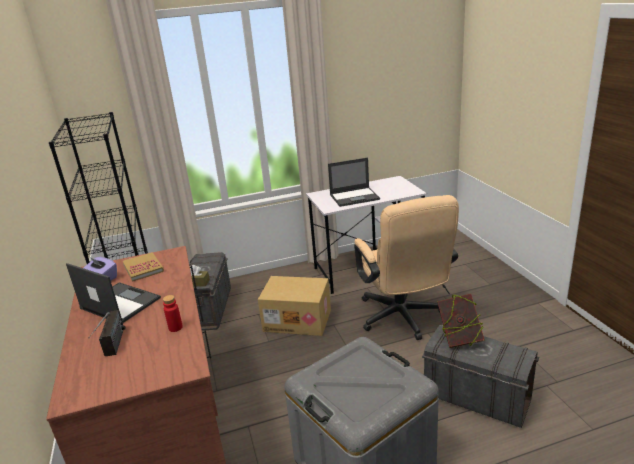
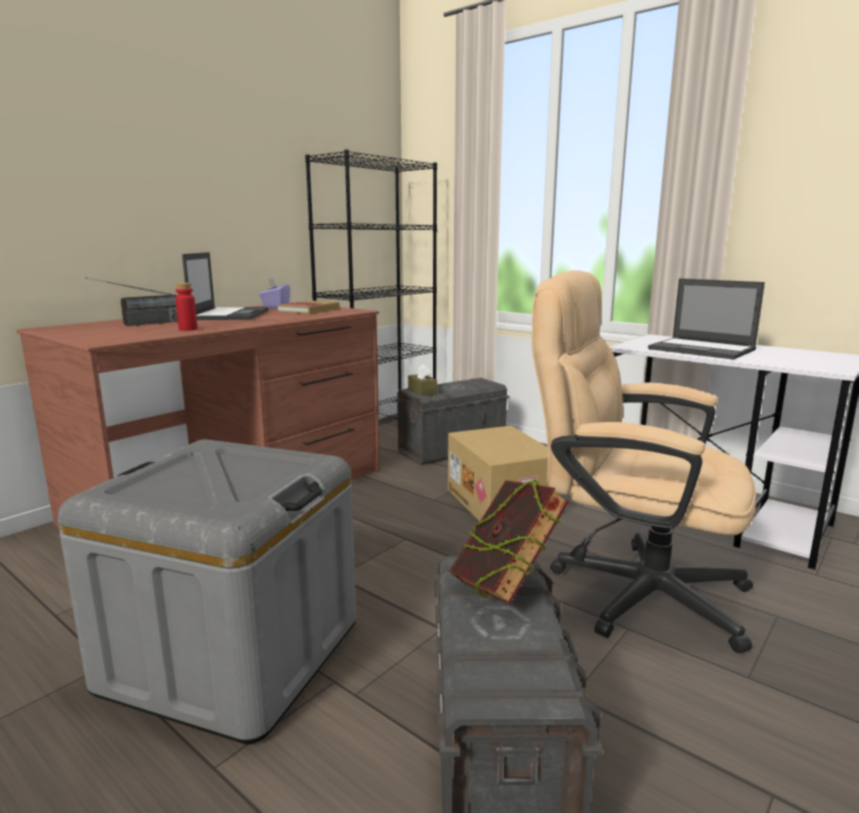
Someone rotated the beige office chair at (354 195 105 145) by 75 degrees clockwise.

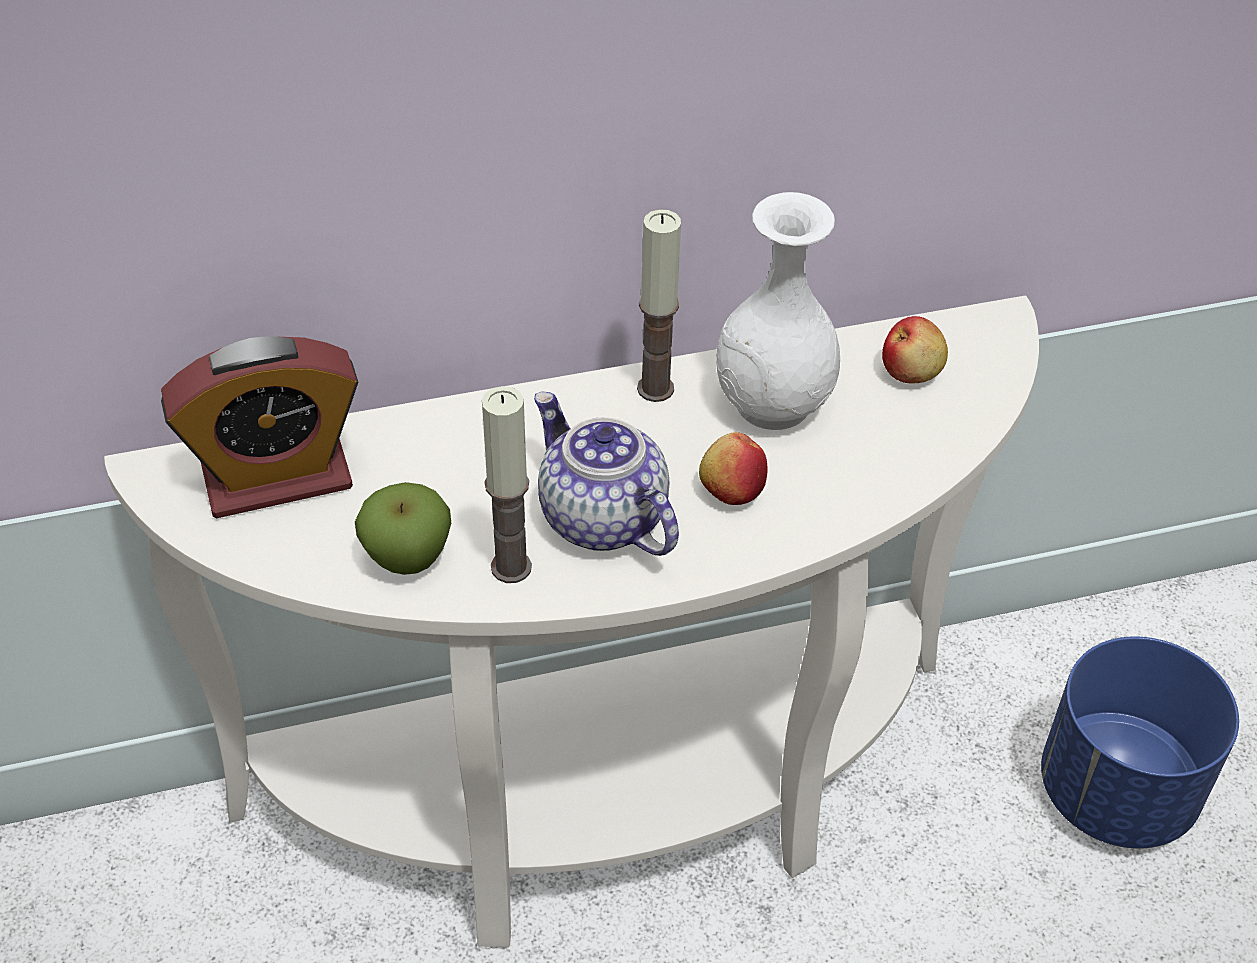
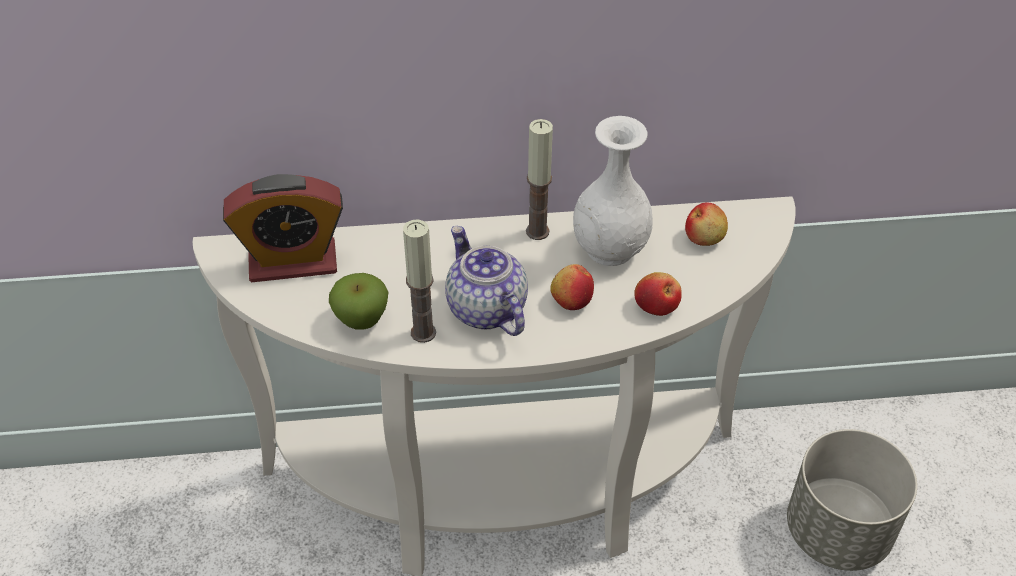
Someone repainted the blue planter at (1041 637 198 212), which became the grey planter at (787 429 130 142).
Someone put down the apple at (634 272 48 44).

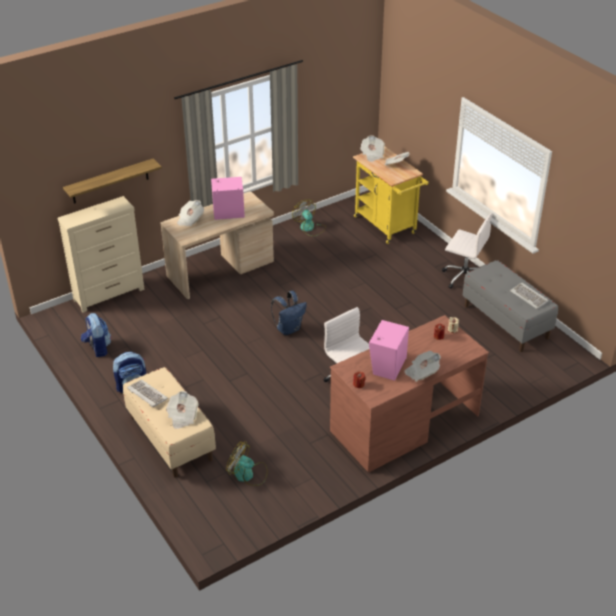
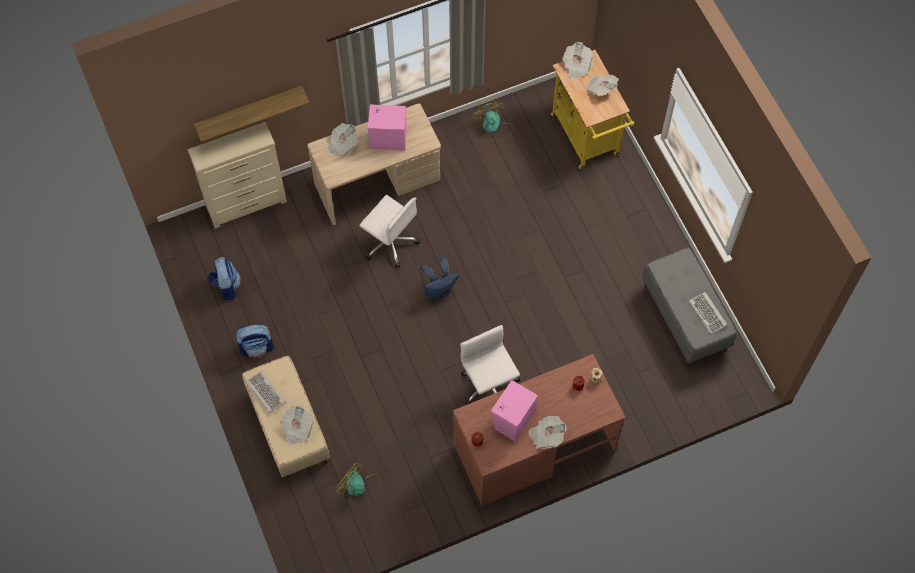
Someone carried the white office chair from (442 213 51 76) to (359 195 61 73).

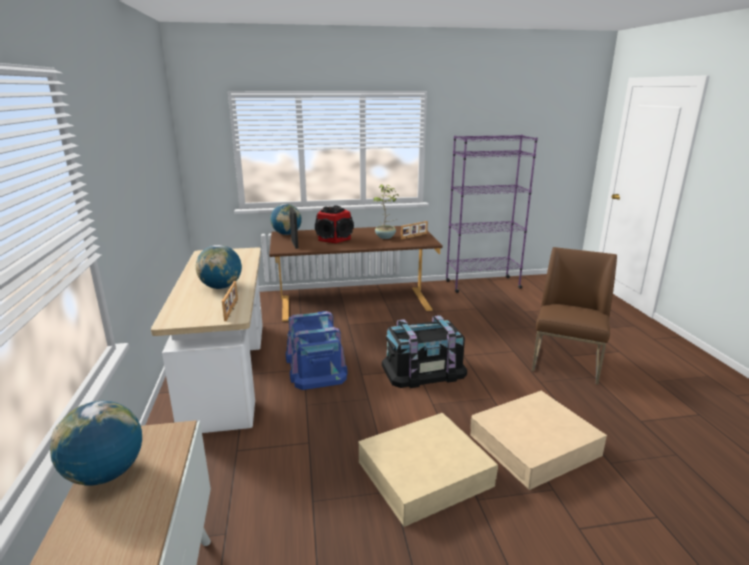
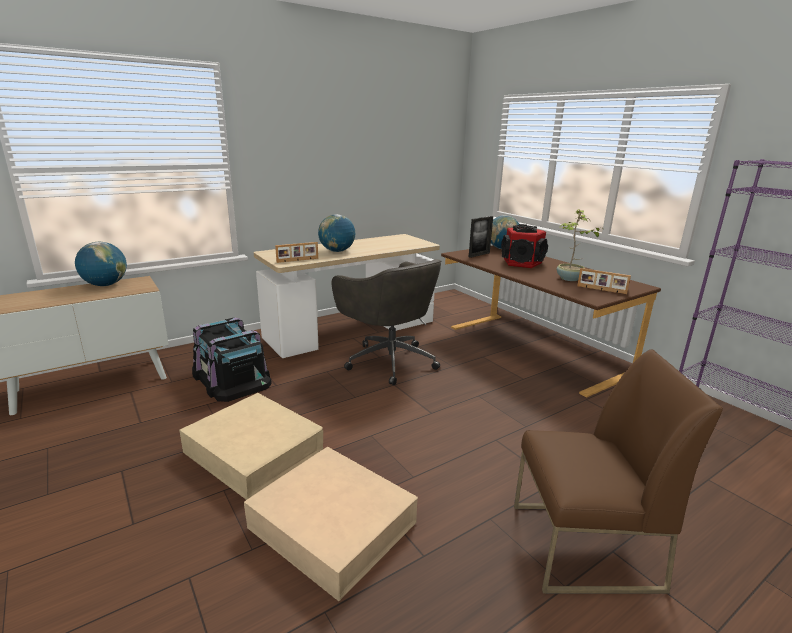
Someone swapped the blue storage box at (286 311 62 79) for the grey office chair at (332 259 109 126).
Someone carried the black storage box from (382 315 85 73) to (192 317 80 85).

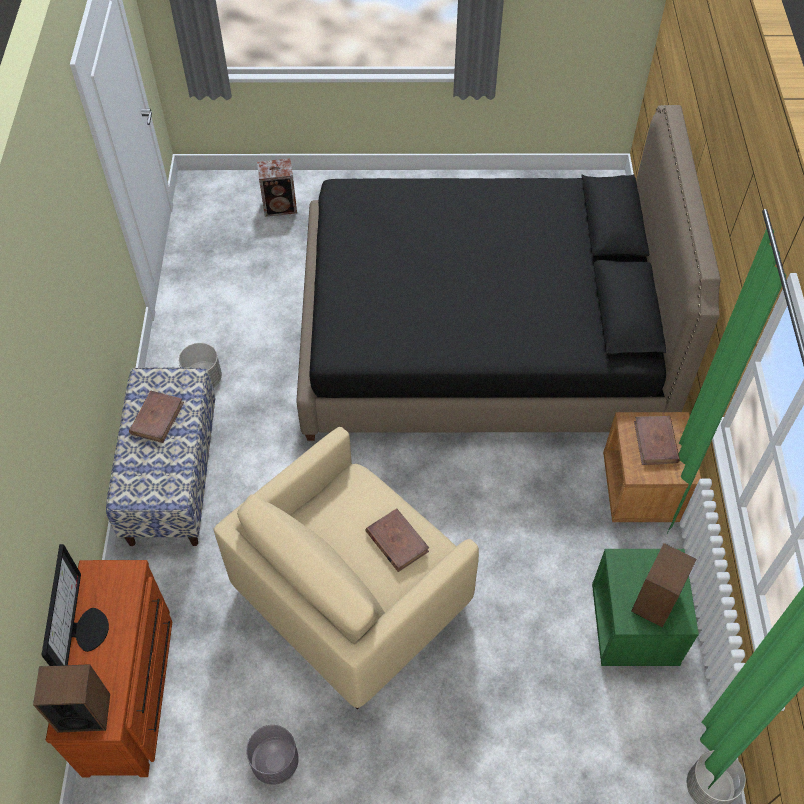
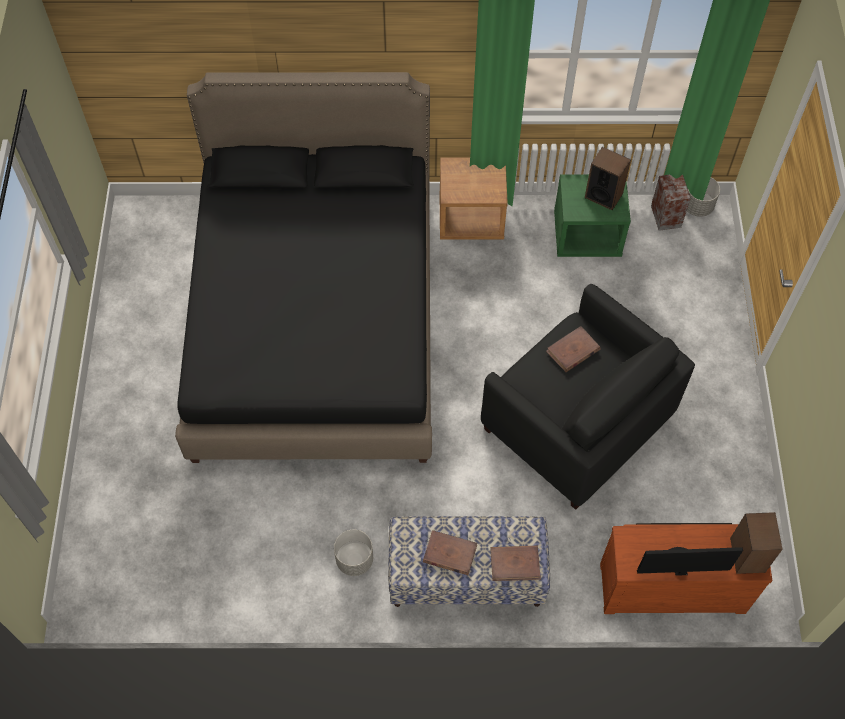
Someone repainted the beige armchair at (214 427 265 282), which became the black armchair at (481 284 214 226).
Someone took away the grey planter at (246 725 53 60).
Someone carried the speaker from (257 158 40 59) to (651 174 40 57).
Someone carried the brown book from (634 416 46 49) to (490 546 51 35).

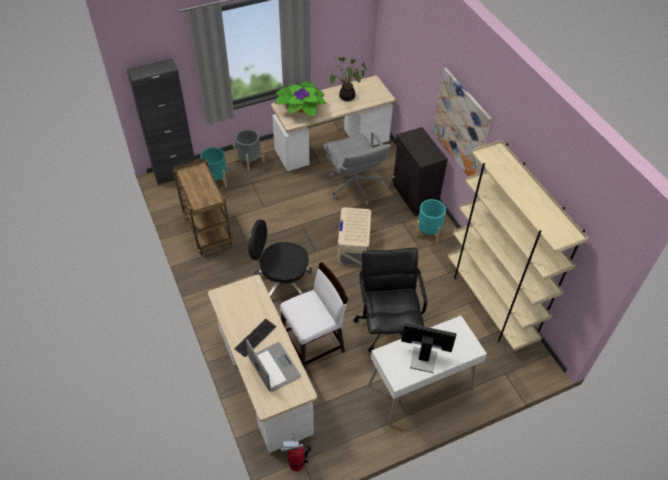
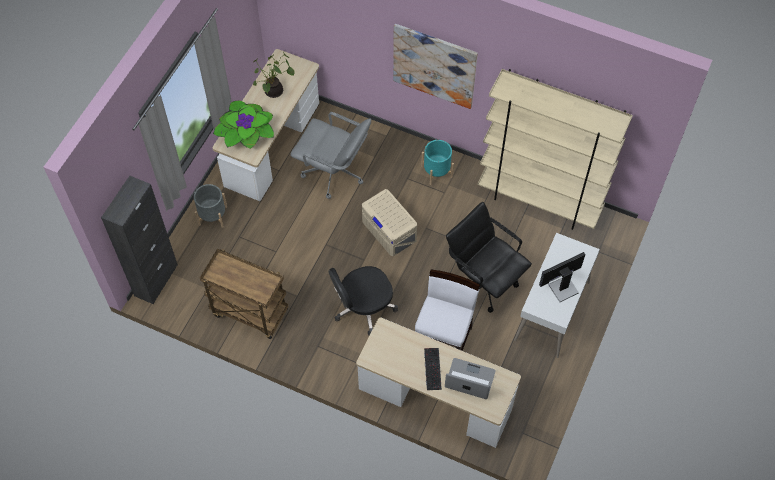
Someone took away the turquoise planter at (200 147 28 40).
Someone took away the fire extinguisher at (281 433 30 38).
Someone took away the black cabinet at (391 127 57 89).

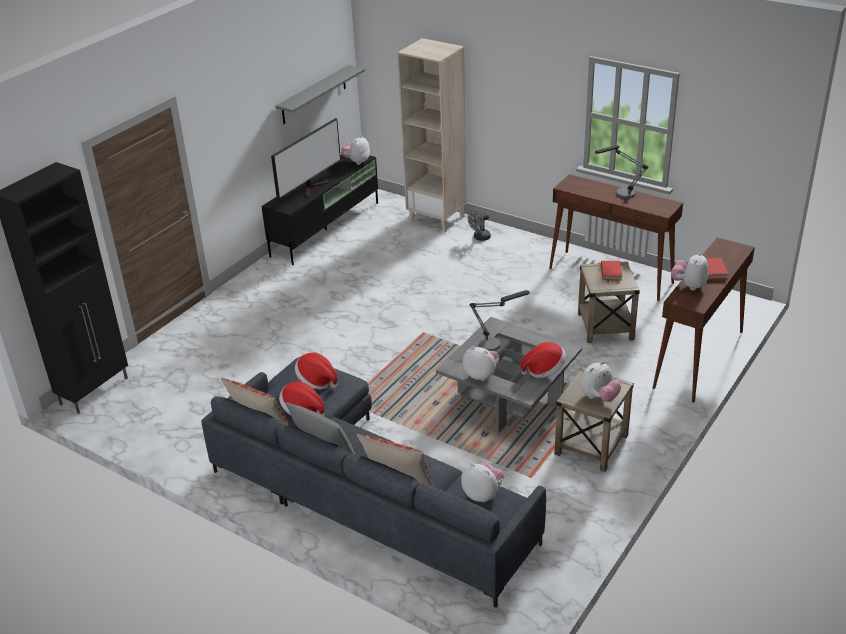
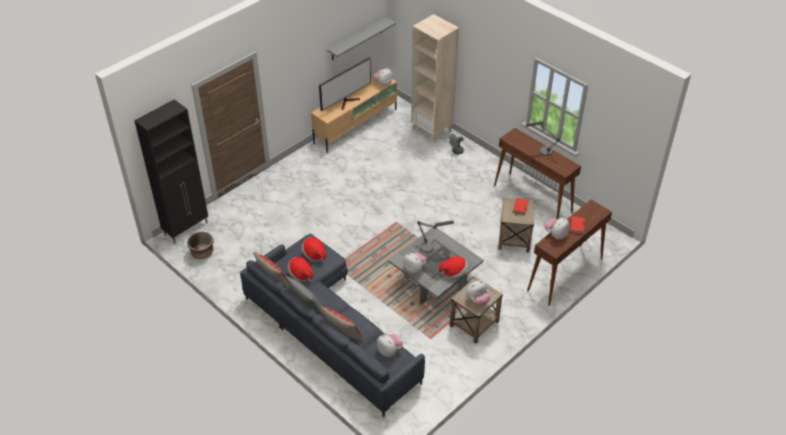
Someone repainted the black tv stand at (262 154 116 111), which became the beige tv stand at (311 76 86 77).
Someone put down the brown planter at (187 232 27 27).

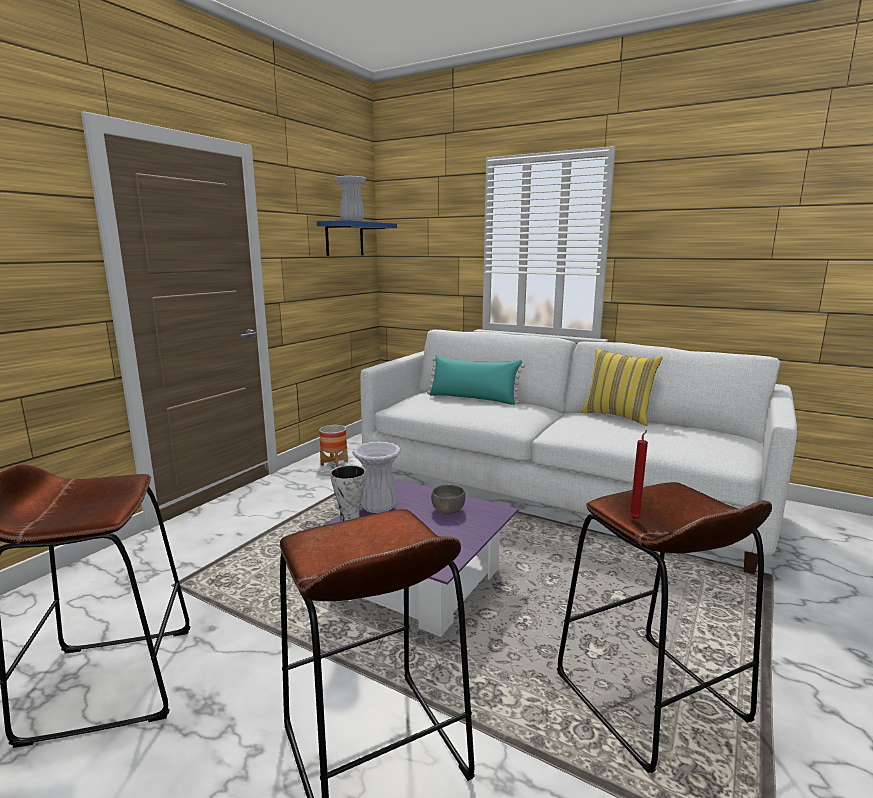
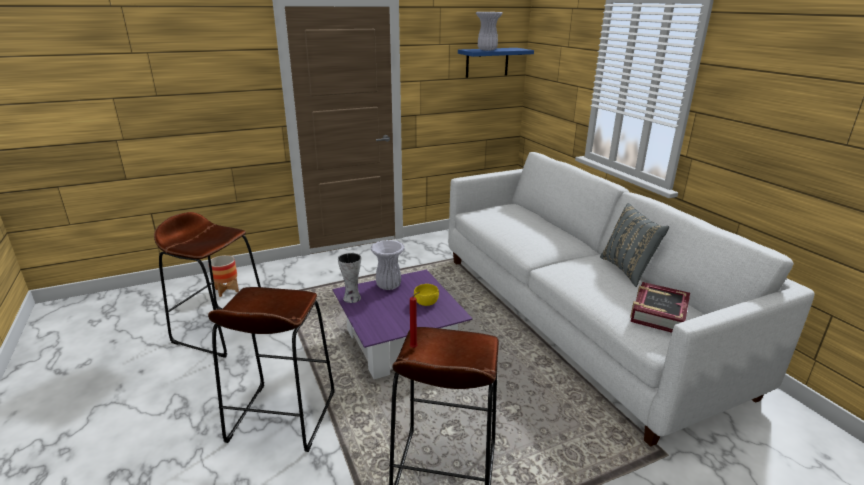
Someone carried the planter from (319 425 29 42) to (208 255 31 42).
Someone took away the turquoise pillow at (427 355 98 50).
Someone repainted the grey bowl at (431 485 34 29), which became the yellow bowl at (414 284 25 22).
Someone repainted the yellow pillow at (581 349 82 77), which became the grey pillow at (600 203 69 84).
Someone put down the book at (630 282 60 51).

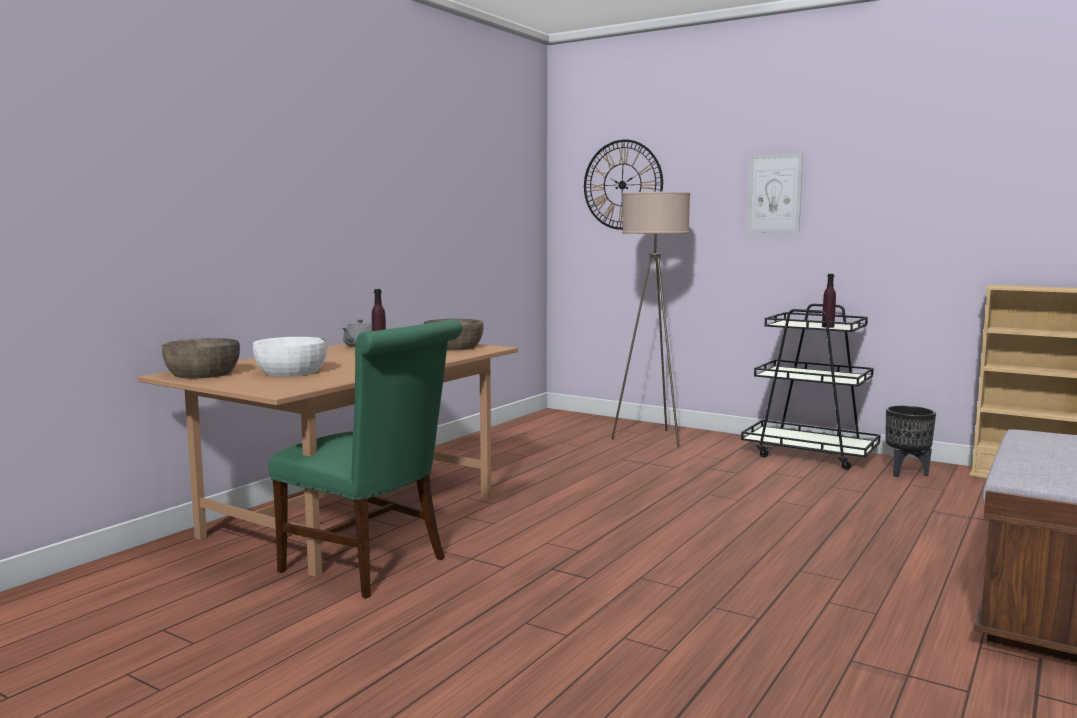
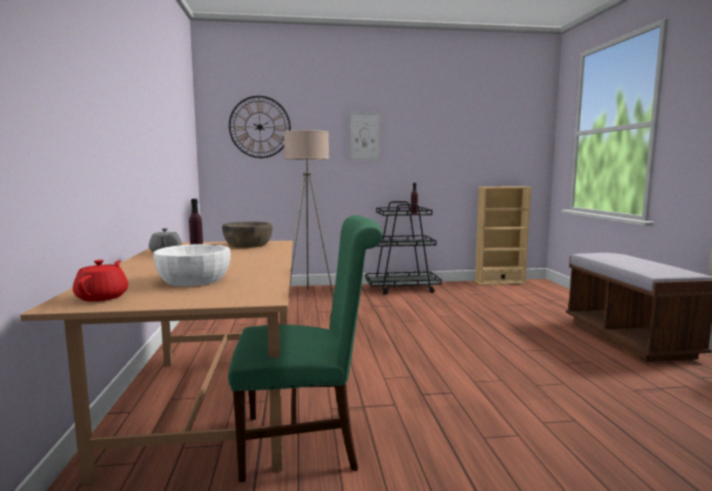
Someone swapped the brown bowl at (162 338 78 41) for the red teapot at (73 260 55 42).
Someone took away the black planter at (885 406 51 71).

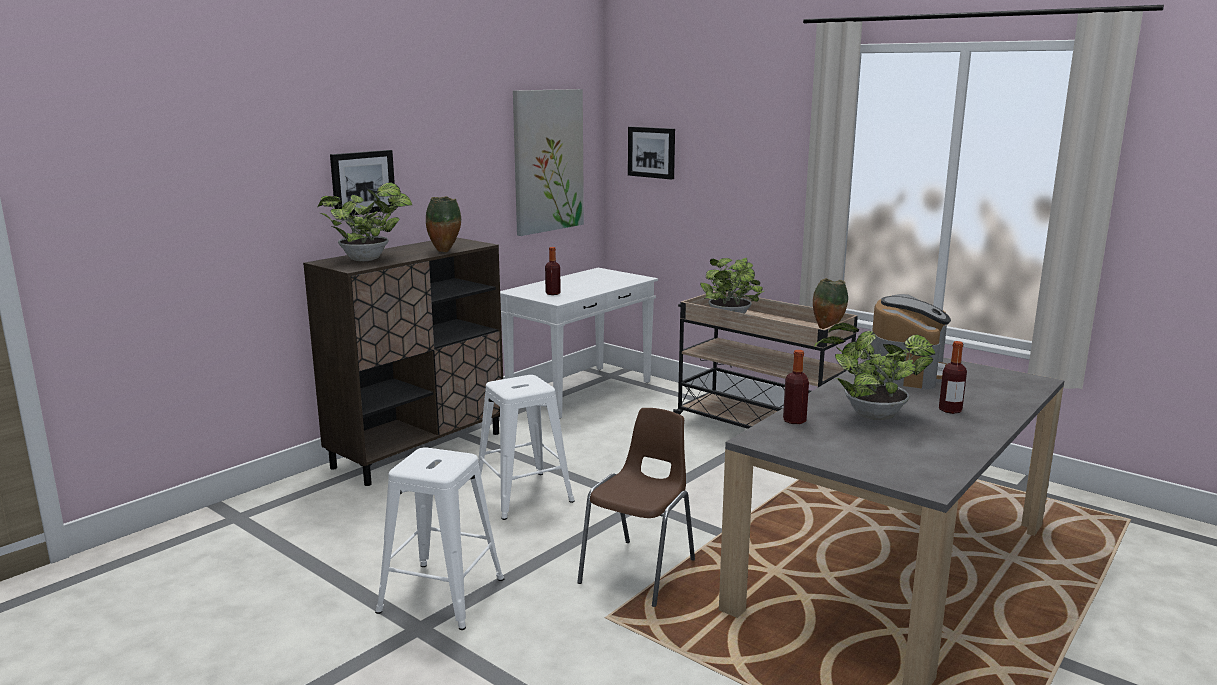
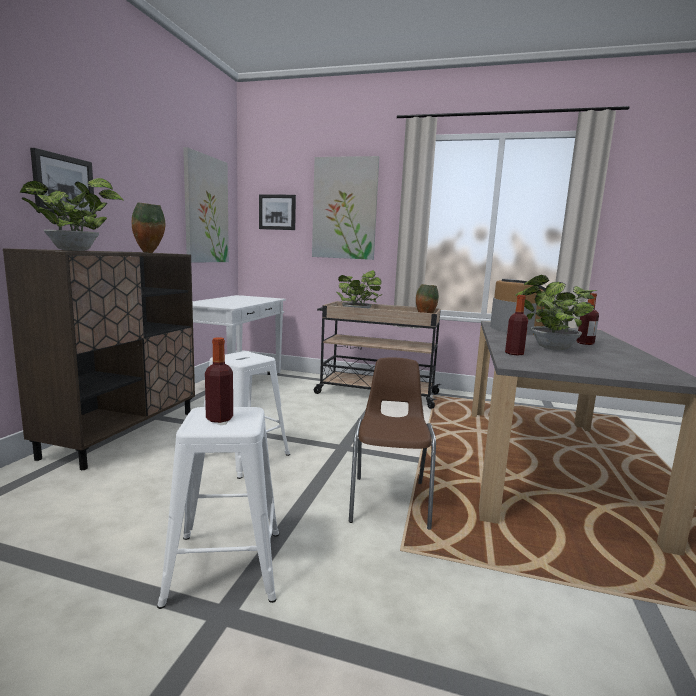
Someone carried the bottle from (545 247 16 48) to (205 337 28 86).
Someone put up the picture at (312 156 67 104).

